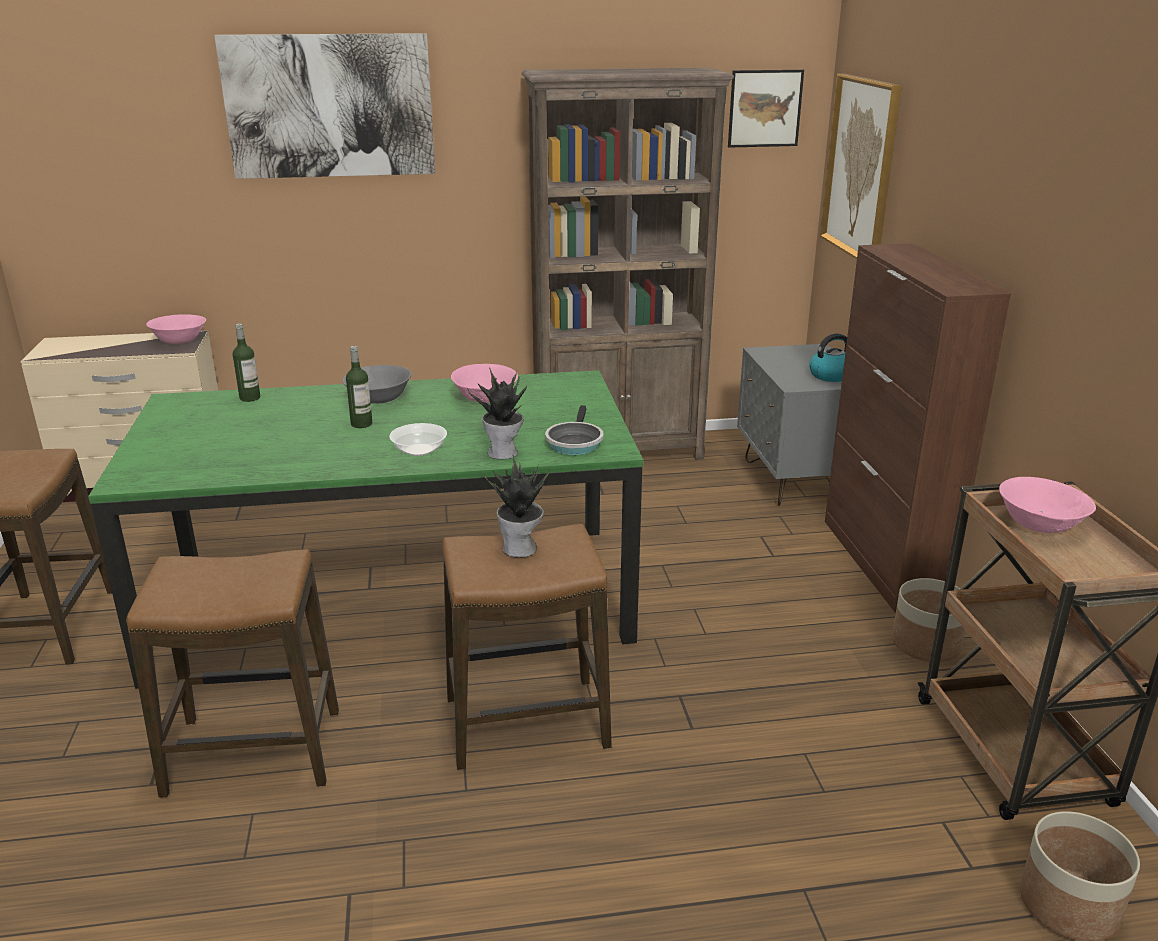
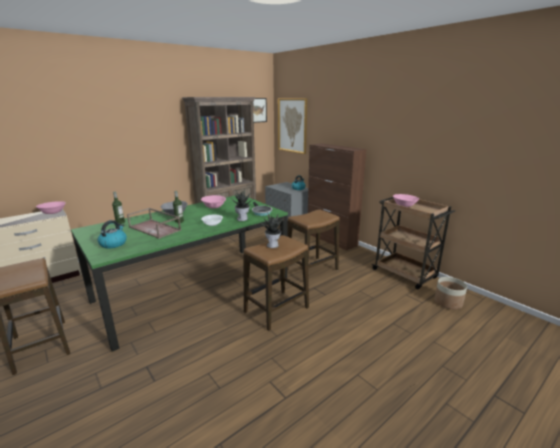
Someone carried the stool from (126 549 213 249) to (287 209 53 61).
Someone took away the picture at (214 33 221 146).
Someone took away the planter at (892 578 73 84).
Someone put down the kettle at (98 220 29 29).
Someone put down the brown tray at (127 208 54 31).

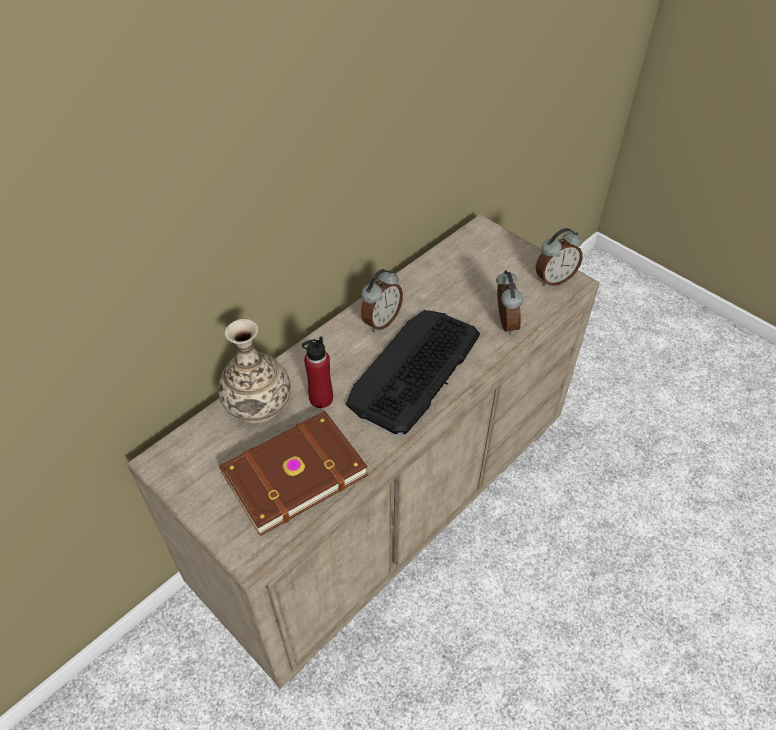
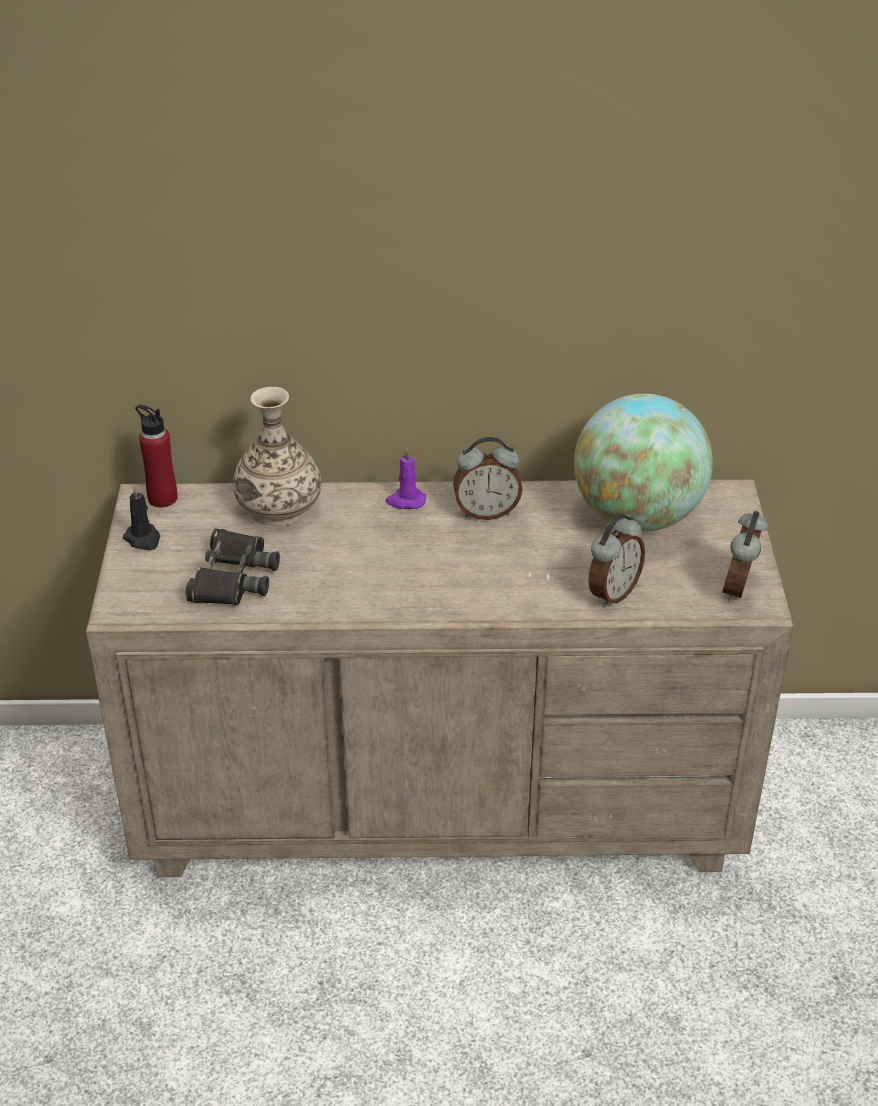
Someone swapped the brown book at (219 411 149 125) for the black binoculars at (185 529 95 76).
Someone carried the red bottle from (302 336 31 72) to (135 405 43 103).
Someone took away the keyboard at (346 310 134 124).
Someone rotated the alarm clock at (536 228 47 58) by 90 degrees clockwise.
Someone put down the black candle at (123 485 37 66).
Someone put down the purple candle at (386 448 40 61).
Someone put down the globe at (574 394 139 138).

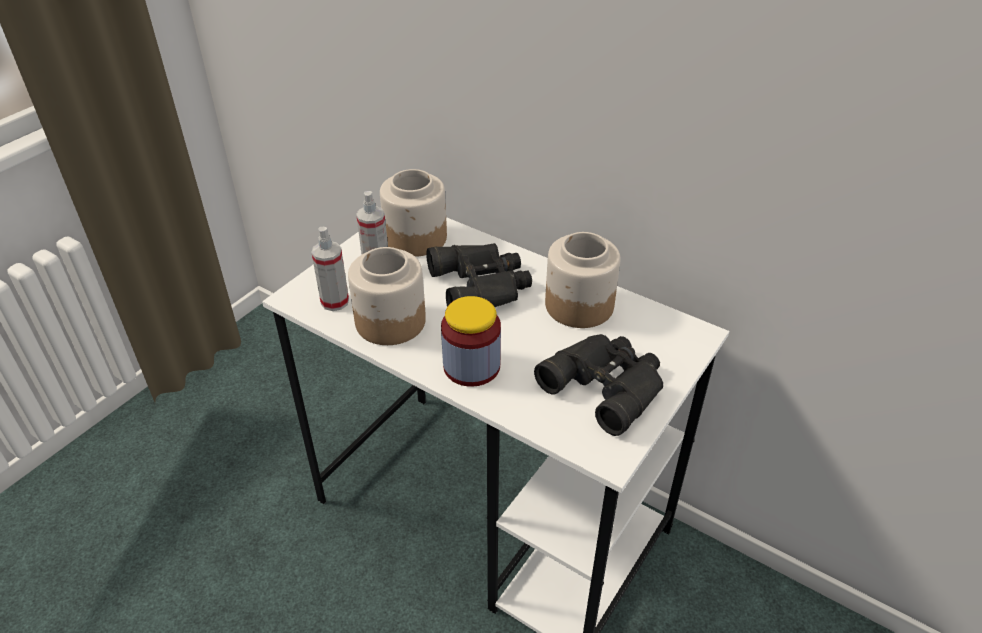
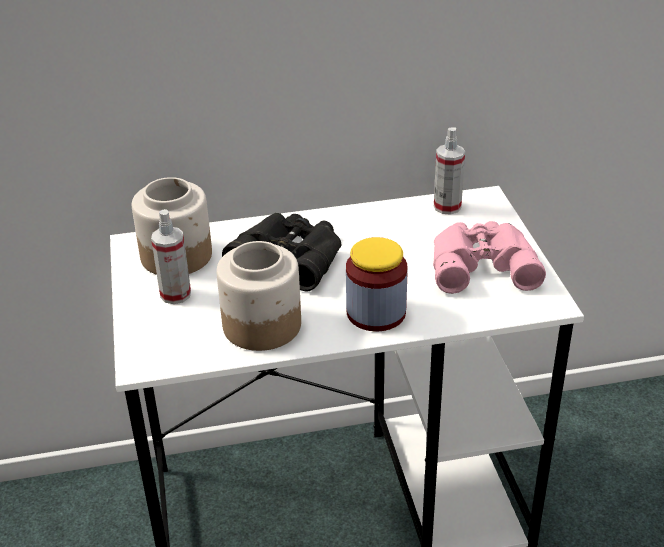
Someone carried the spray bottle from (311 227 38 84) to (434 127 31 88).
Someone repainted the black binoculars at (534 334 129 102), which became the pink binoculars at (433 221 113 73).
Someone took away the jar at (545 232 75 96).

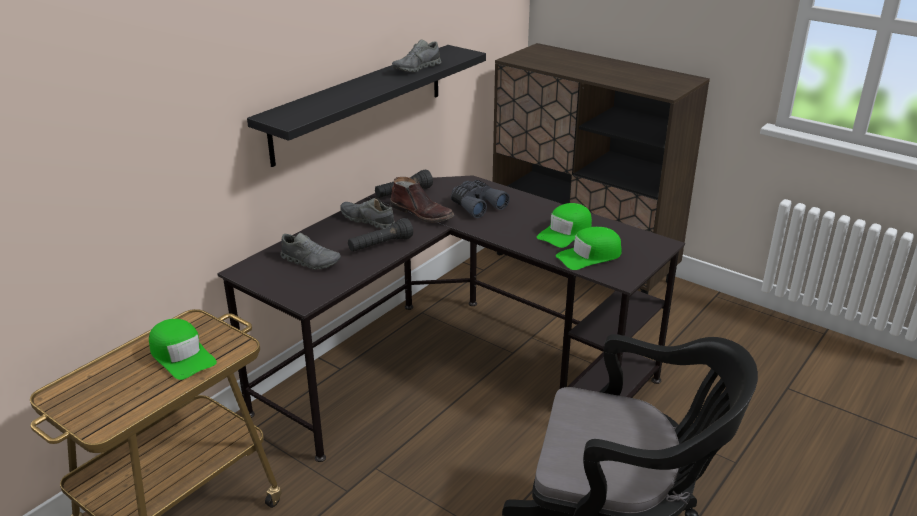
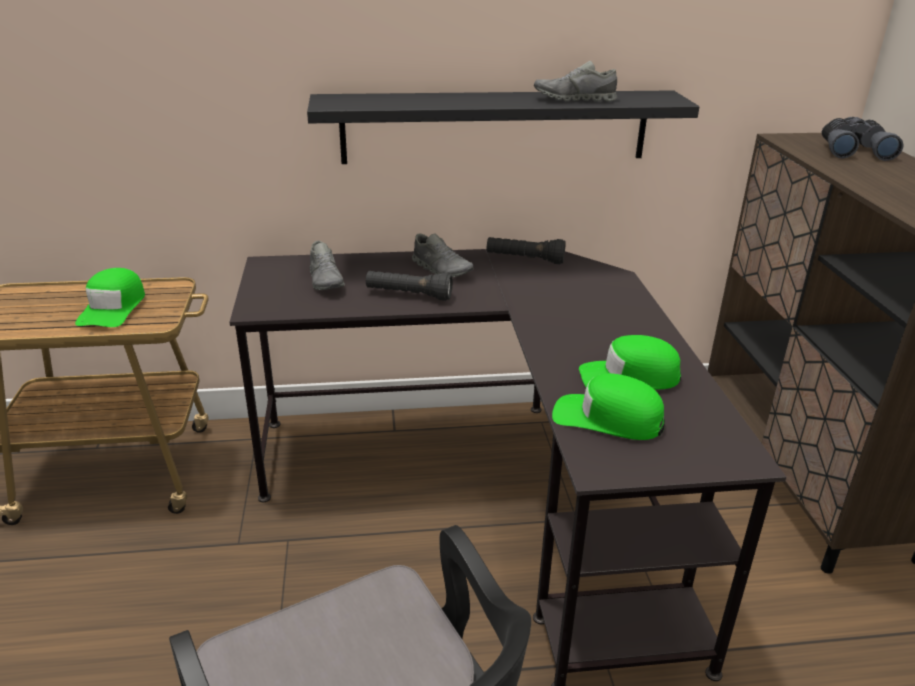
Someone rotated the grey shoe at (340 198 55 31) by 150 degrees clockwise.
Someone took away the brown boot at (390 177 64 46).
Someone carried the grey binoculars from (451 180 59 38) to (822 117 82 44).

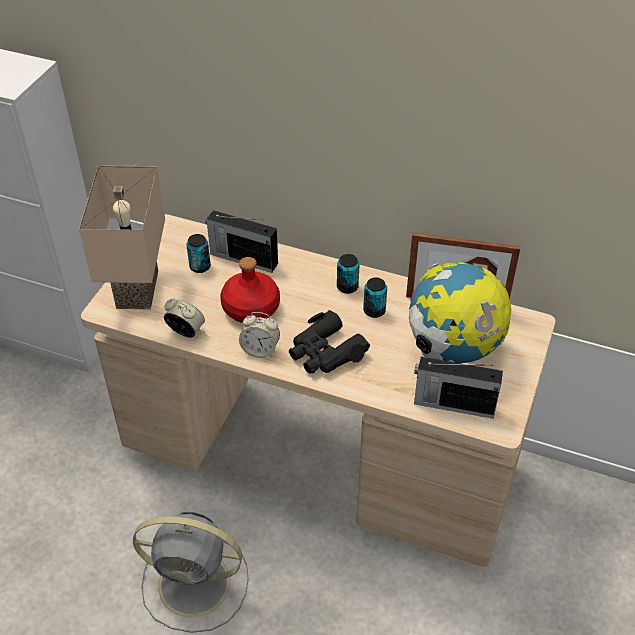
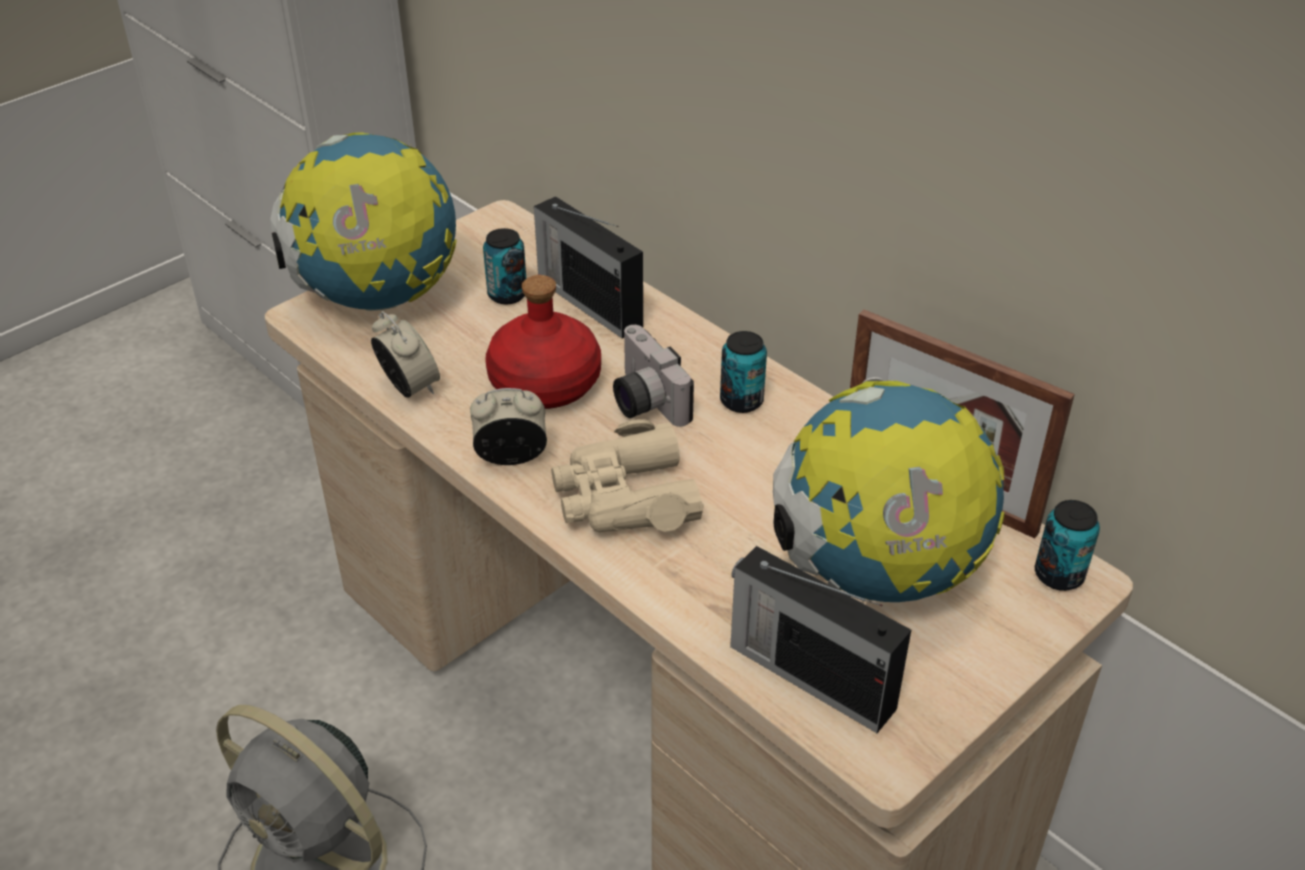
Someone swapped the beige table lamp at (79 165 86 144) for the globe at (270 133 187 178).
Someone rotated the alarm clock at (239 312 41 46) by 135 degrees clockwise.
Someone repainted the black binoculars at (289 310 81 64), which became the beige binoculars at (551 419 153 113).
Someone carried the can from (363 277 24 41) to (1035 500 65 91).
Someone put down the photo camera at (613 325 81 102).

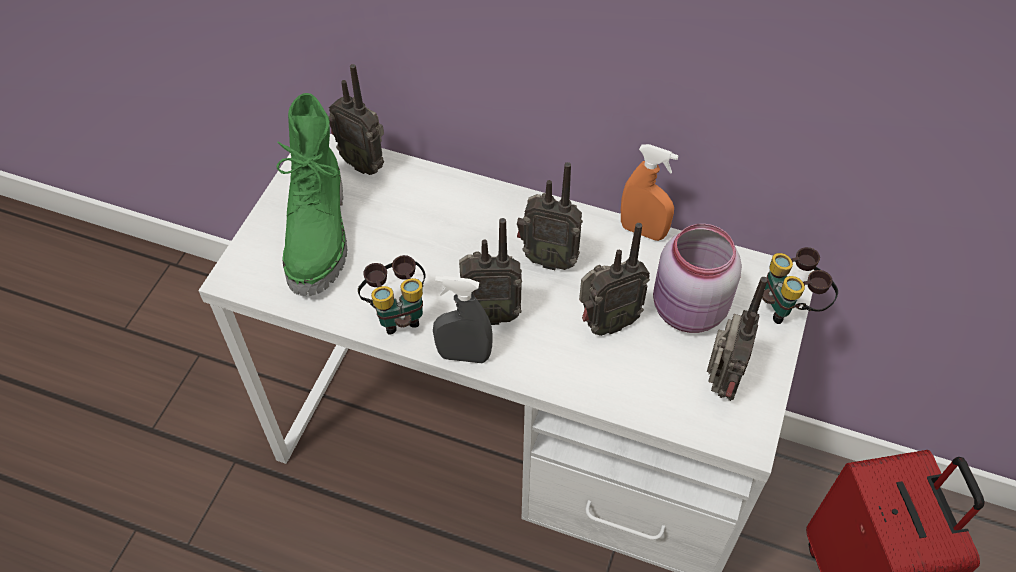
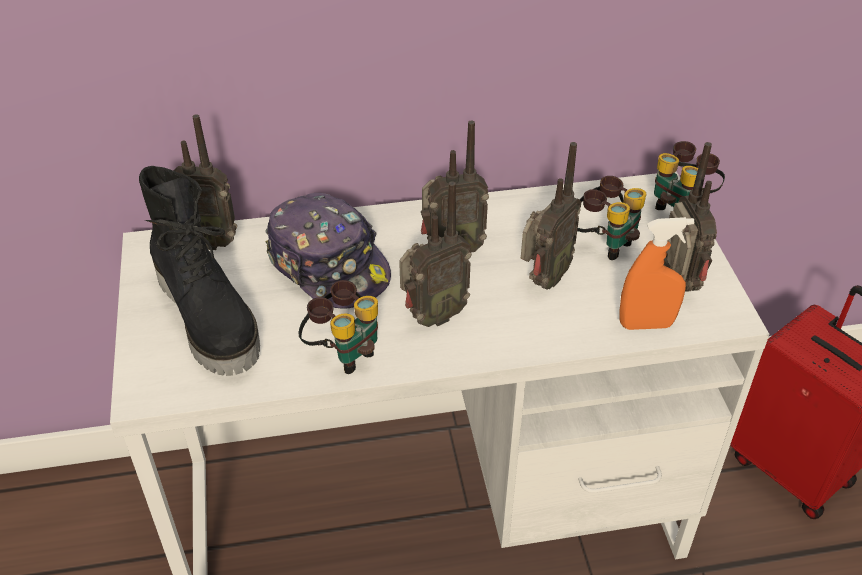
Someone repainted the green boot at (276 93 71 203), which became the black boot at (139 166 121 210).
Someone took away the grey spray bottle at (433 276 60 87).
Someone carried the orange spray bottle from (621 144 58 97) to (619 217 75 113).
Someone swapped the pink jar at (653 224 89 109) for the binoculars at (577 176 69 84).
Someone put down the cap at (265 193 126 116).

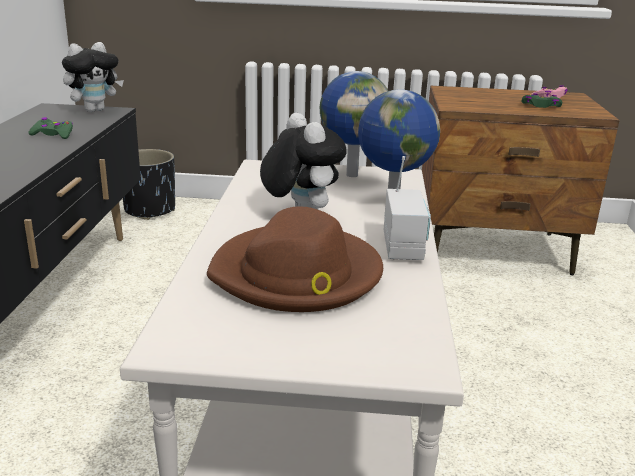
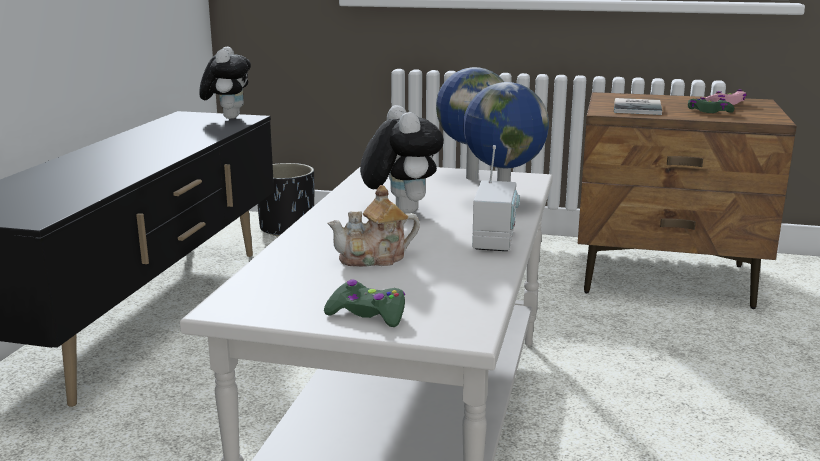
Someone carried the green game controller from (28 117 45 22) to (324 279 81 48).
Someone rotated the plush toy at (62 42 62 70) by 60 degrees counterclockwise.
Someone swapped the brown hat at (207 207 176 105) for the teapot at (328 185 92 82).
Someone put down the book at (614 98 48 17).

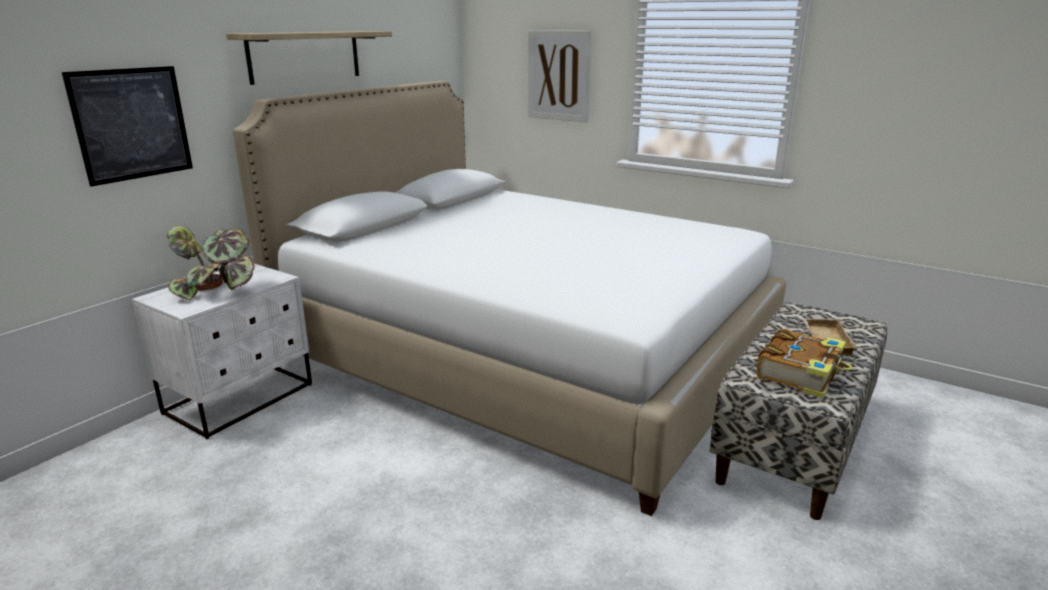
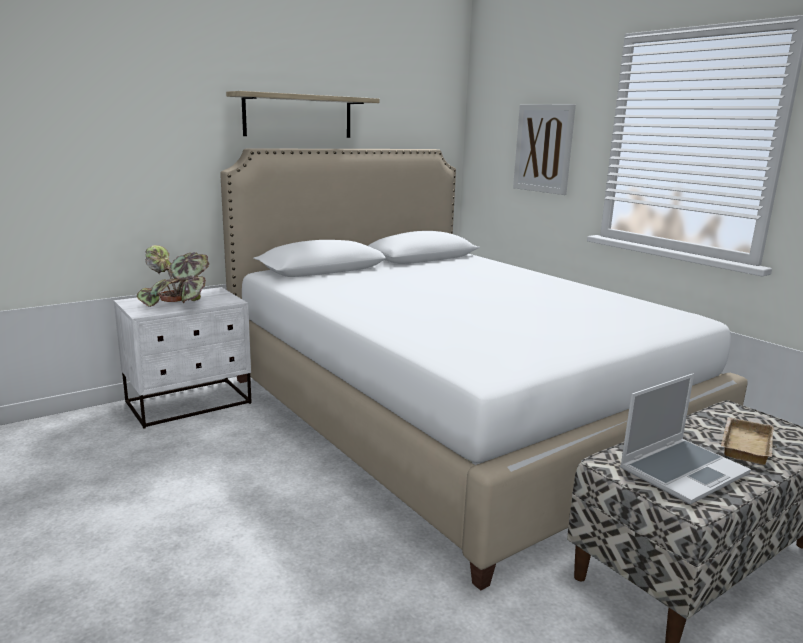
Someone took away the picture at (62 66 131 121).
Someone swapped the book at (757 329 95 69) for the laptop at (620 374 131 130).

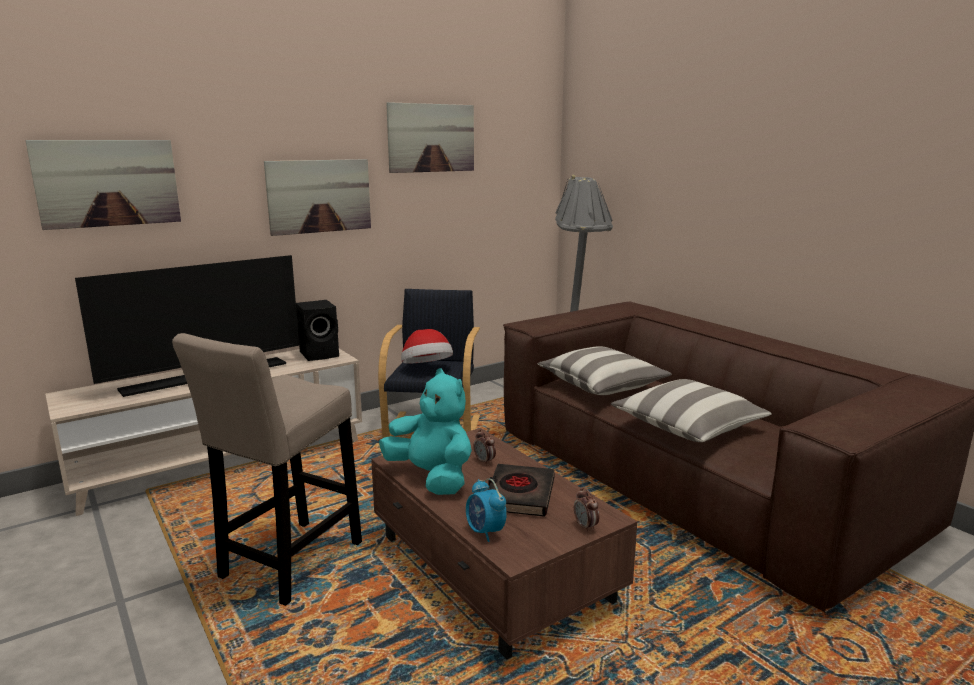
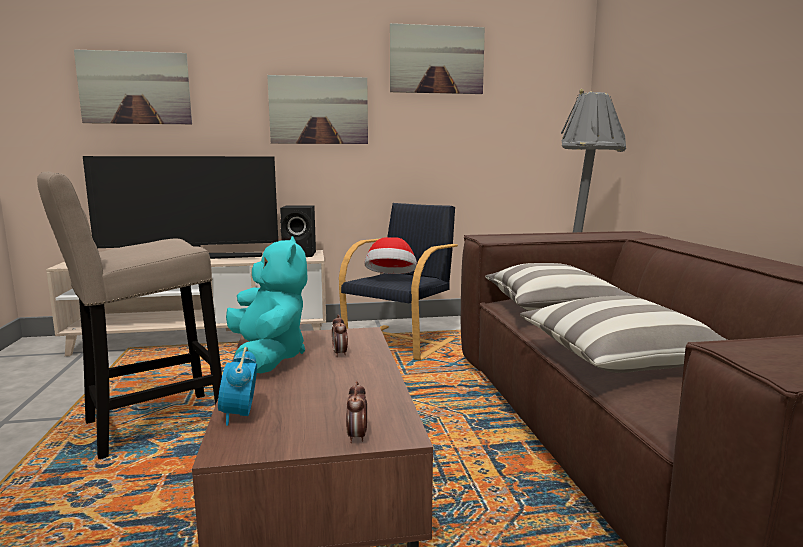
Someone took away the black book at (488 464 67 53).

